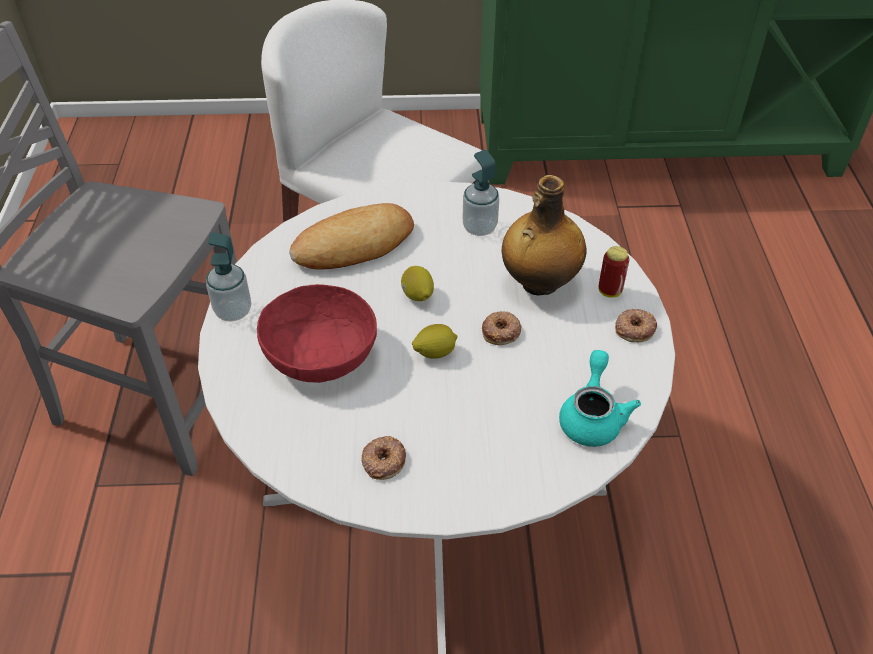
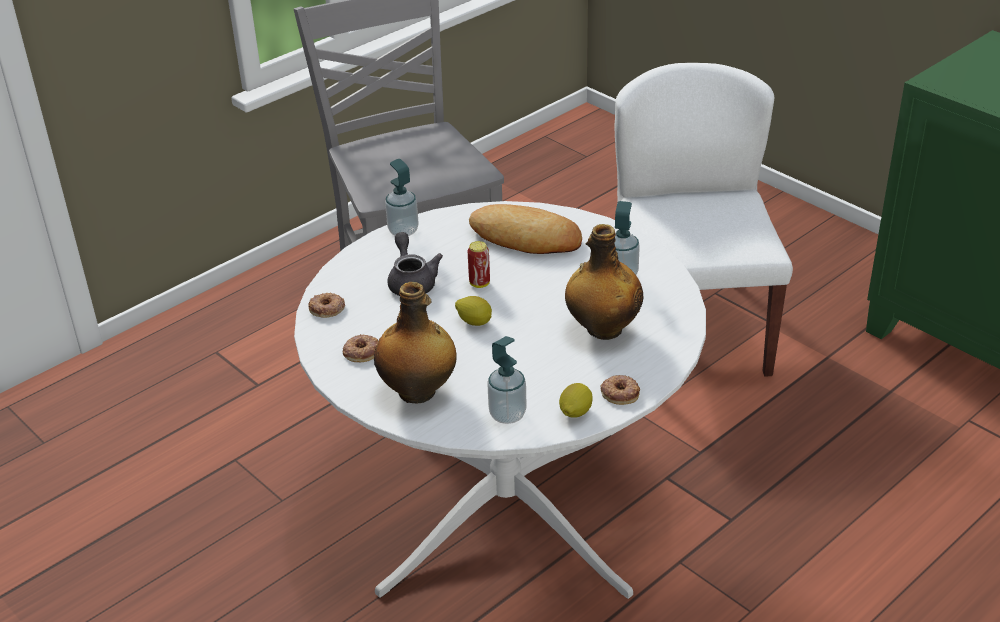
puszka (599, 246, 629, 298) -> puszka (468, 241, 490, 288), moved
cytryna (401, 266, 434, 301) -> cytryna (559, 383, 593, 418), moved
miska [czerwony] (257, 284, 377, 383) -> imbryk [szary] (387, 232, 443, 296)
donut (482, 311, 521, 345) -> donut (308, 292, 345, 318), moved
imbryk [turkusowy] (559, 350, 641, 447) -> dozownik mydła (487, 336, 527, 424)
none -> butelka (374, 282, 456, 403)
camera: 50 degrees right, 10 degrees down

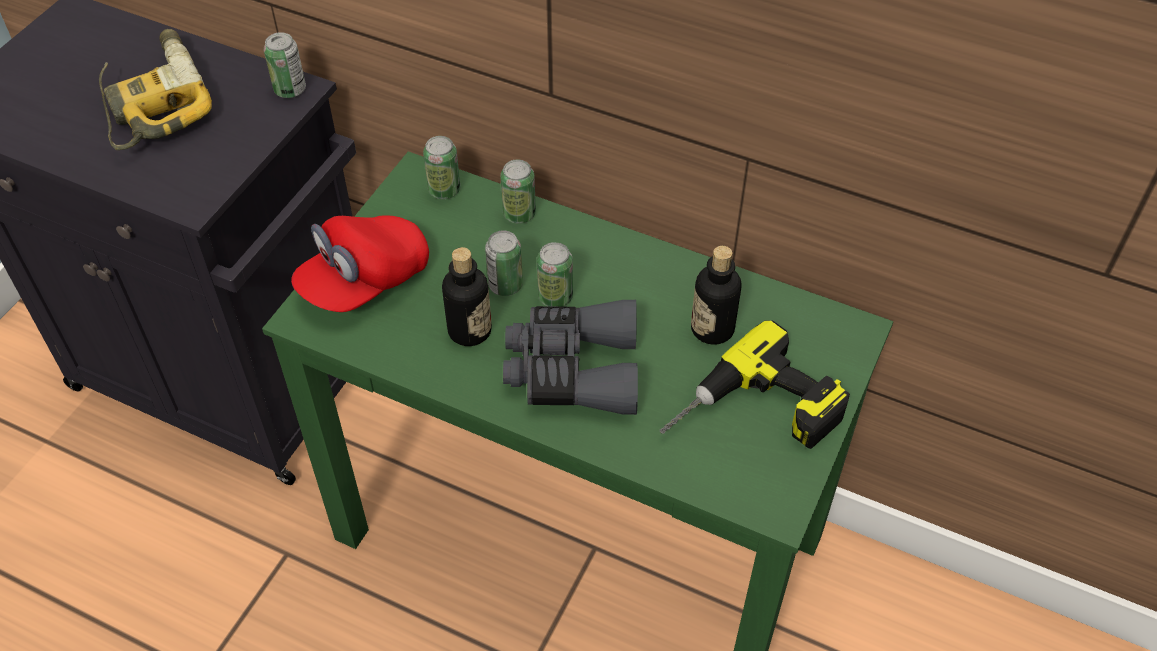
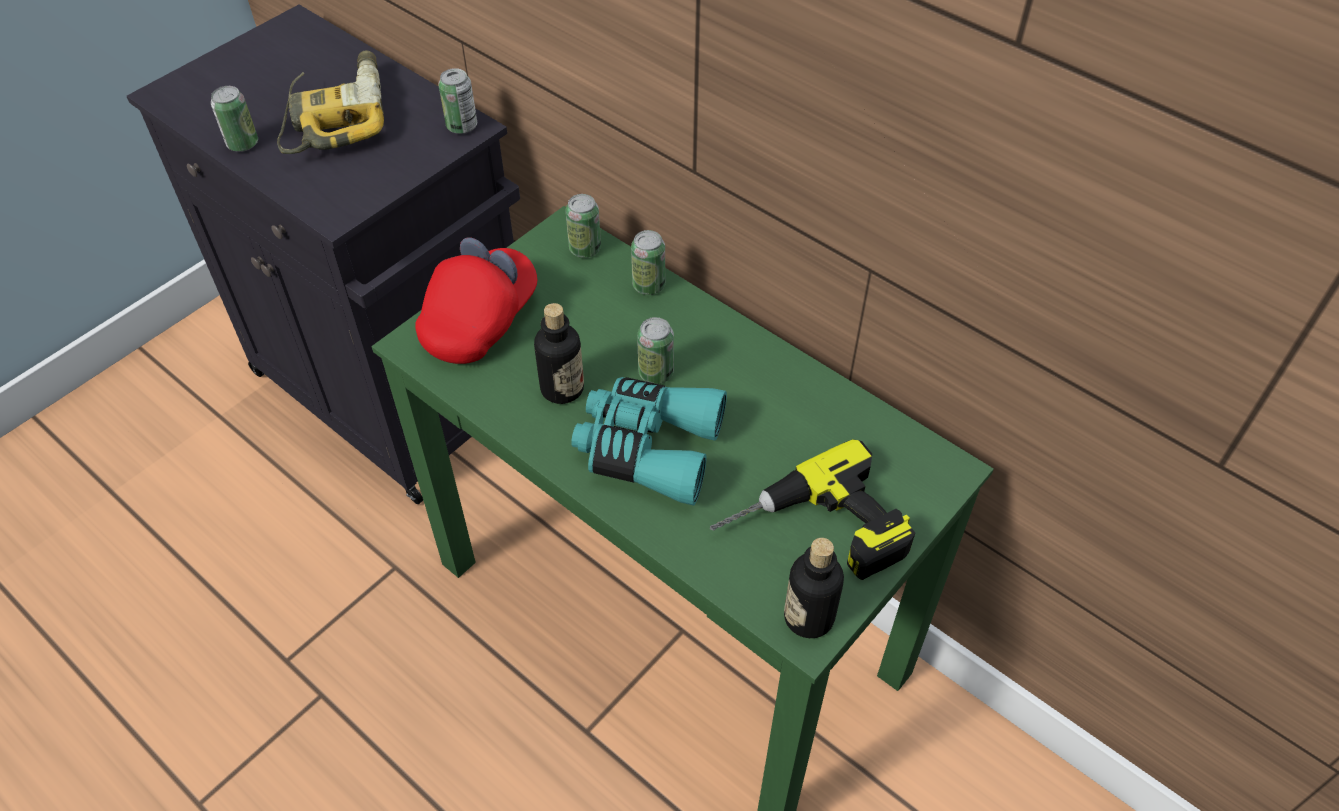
czapka z daszkiem [czerwony] (291, 215, 429, 312) -> czapka z daszkiem [czerwony] (415, 237, 537, 364), 150 degrees clockwise
puszka (485, 230, 523, 296) -> puszka (211, 86, 258, 152), moved
butelka (691, 246, 742, 345) -> butelka (784, 538, 844, 638), moved
lornetka [szary] (503, 300, 638, 415) -> lornetka [turkusowy] (571, 377, 727, 506)
camera: 15 degrees right, 0 degrees up

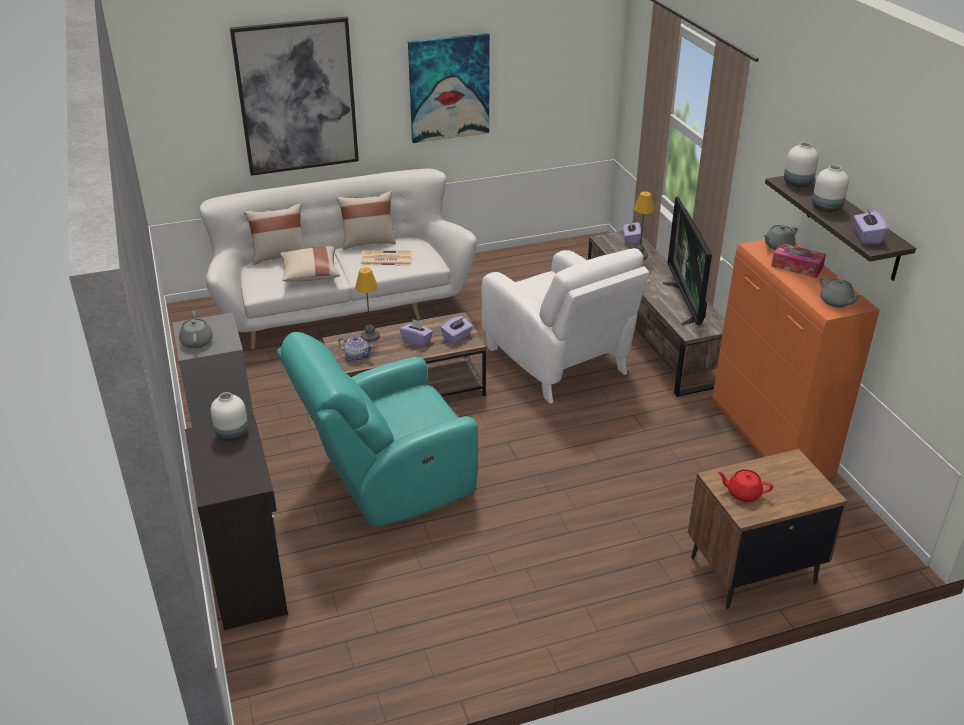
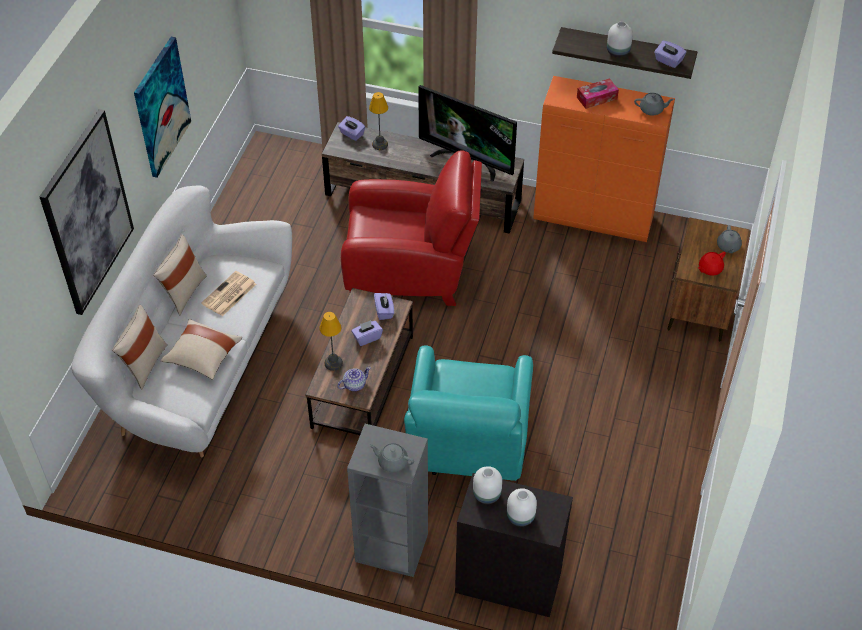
wazon [biały] (784, 142, 818, 187) -> wazon [biały] (507, 488, 537, 527), moved
imbryk [szary] (764, 225, 798, 250) -> imbryk [szary] (717, 225, 742, 253), moved
fotel [biały] (481, 248, 649, 404) -> fotel [czerwony] (341, 150, 482, 306)
camera: 55 degrees left, 15 degrees up

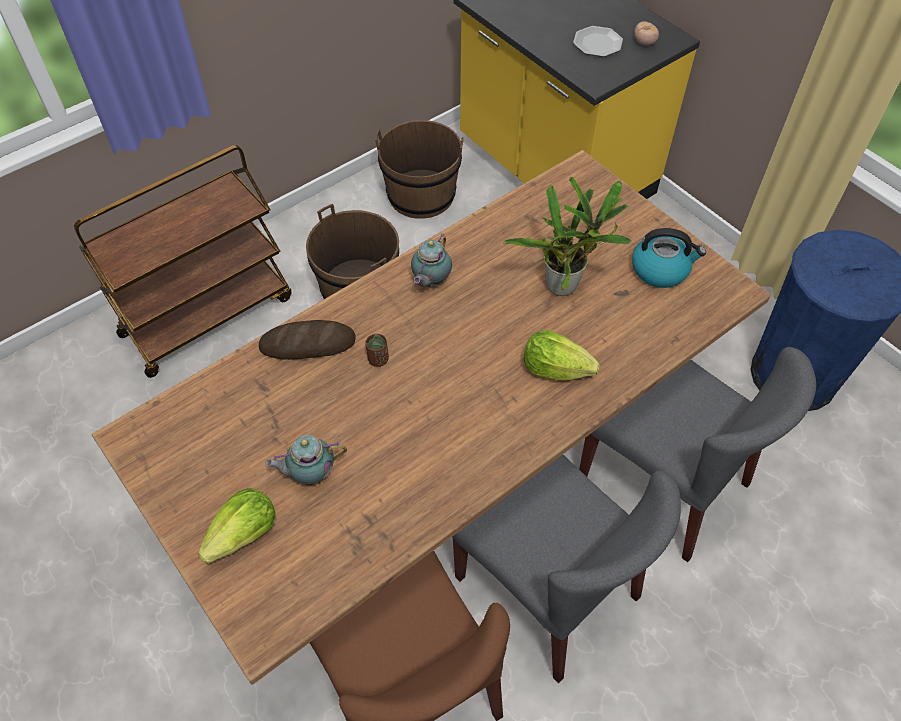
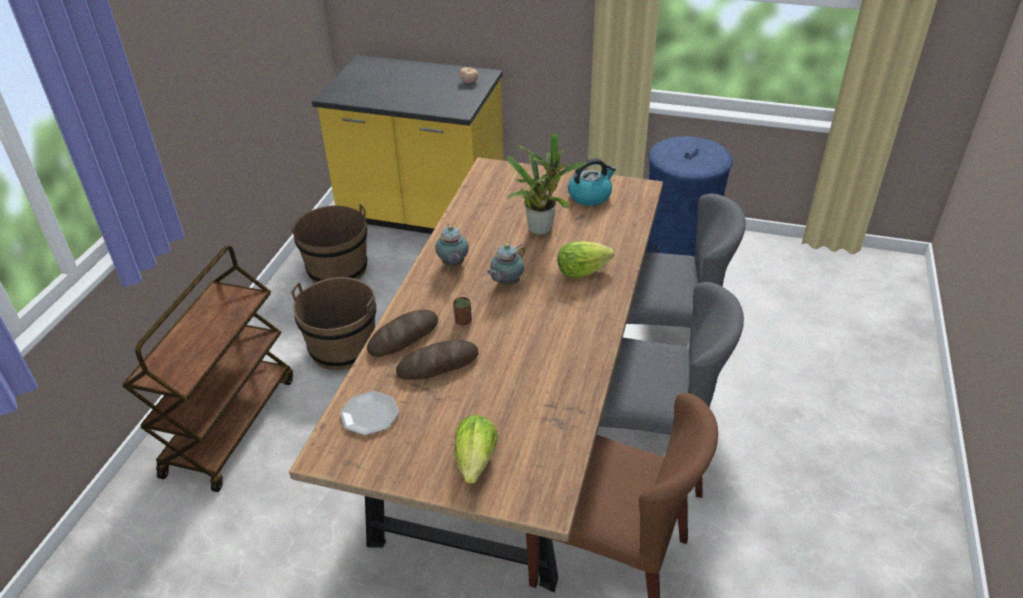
talerz (573, 26, 623, 57) -> talerz (340, 391, 399, 435), moved
imbryk (265, 435, 347, 485) -> imbryk (487, 244, 525, 286), moved
none -> chleb (396, 340, 479, 380)
camera: 35 degrees left, 15 degrees down

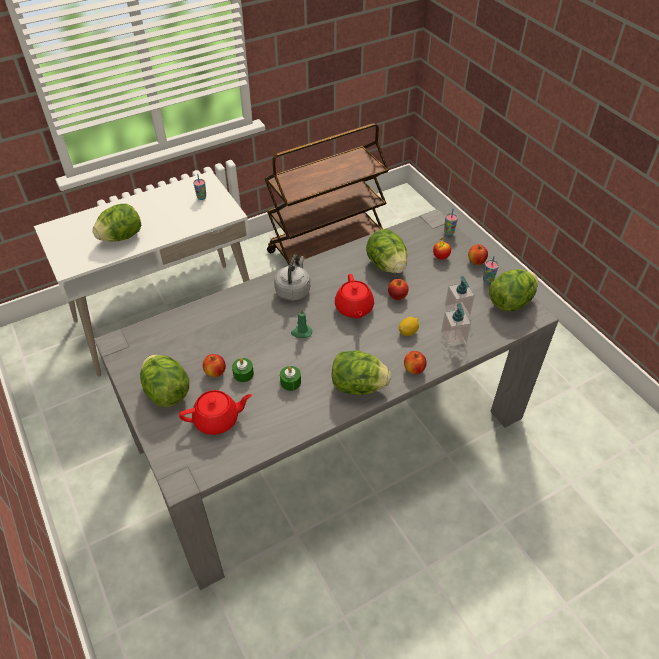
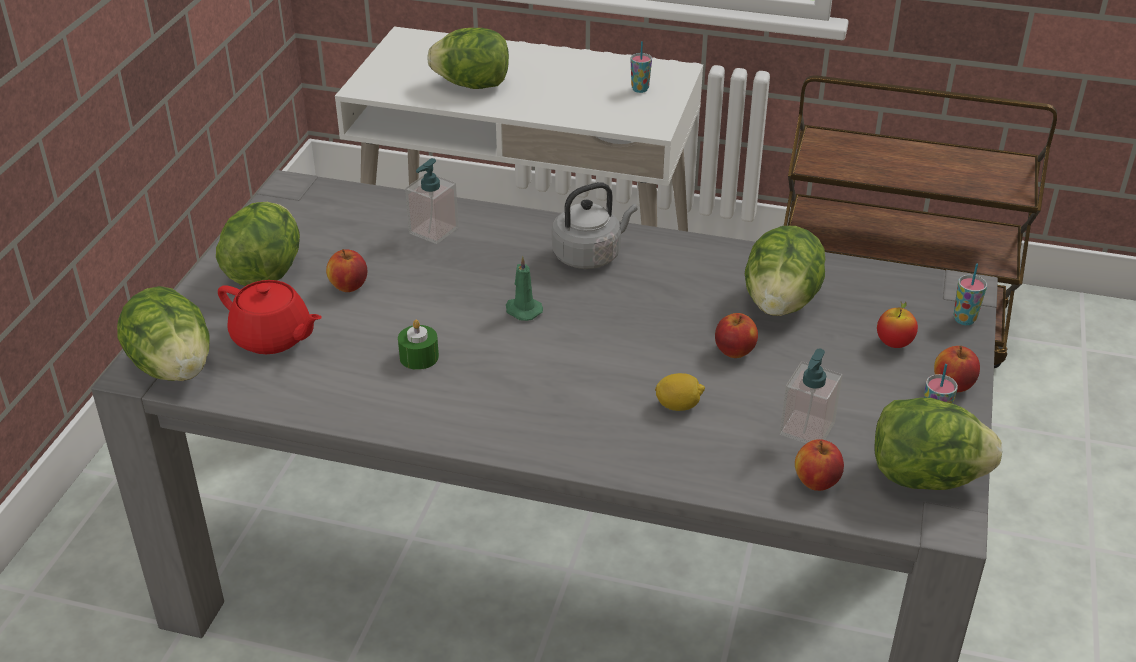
imbryk [czerwony] (335, 274, 374, 319) -> none
dozownik mydła (441, 303, 471, 346) -> dozownik mydła (405, 158, 459, 244), moved
sałata (332, 351, 391, 395) -> sałata (117, 286, 210, 381), moved
jabłko (404, 351, 426, 374) -> jabłko (795, 439, 844, 491), moved
świeca [zielony] (232, 358, 254, 383) -> none
camera: 45 degrees right, 10 degrees down

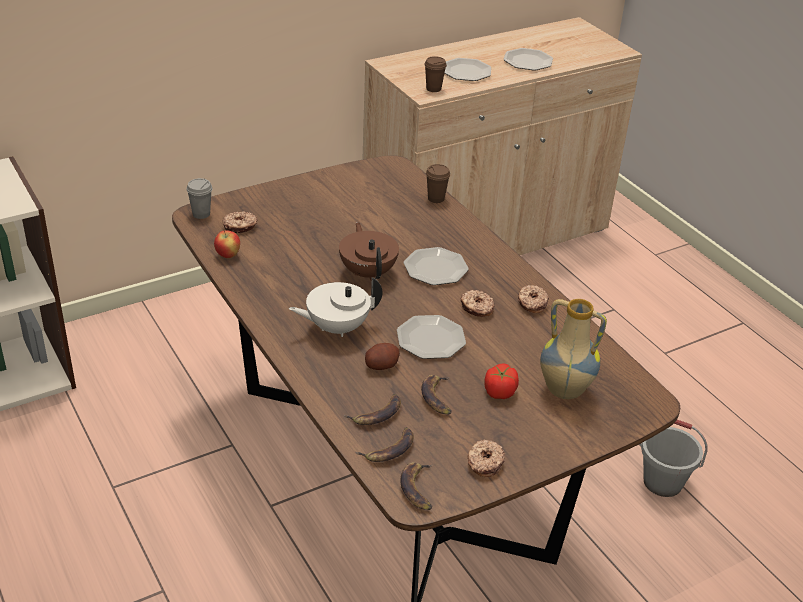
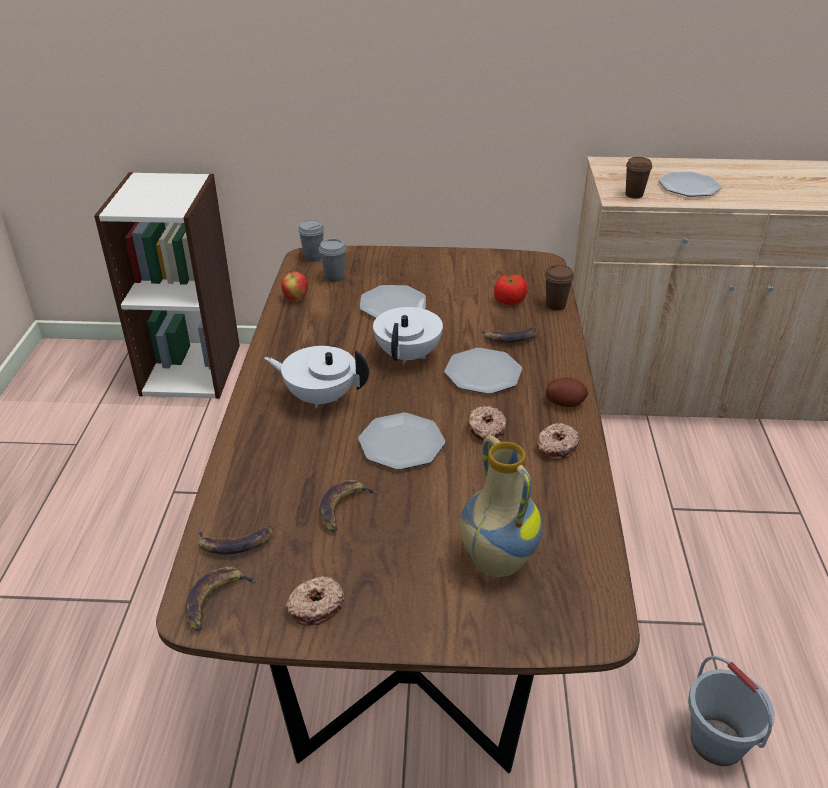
talerz (503, 48, 553, 71) -> talerz (360, 285, 426, 318), moved
donut (223, 211, 258, 233) -> filiżanka [szary] (319, 238, 346, 282)
imbryk [brązowy] (339, 222, 399, 281) -> imbryk [biały] (373, 298, 443, 364)
ziemniak (365, 343, 400, 370) -> ziemniak (546, 377, 588, 407), moved
pomidor (484, 363, 519, 399) -> pomidor (494, 275, 527, 305), moved
banan (344, 394, 401, 425) -> banan (480, 327, 538, 343), moved
camera: 35 degrees right, 0 degrees up

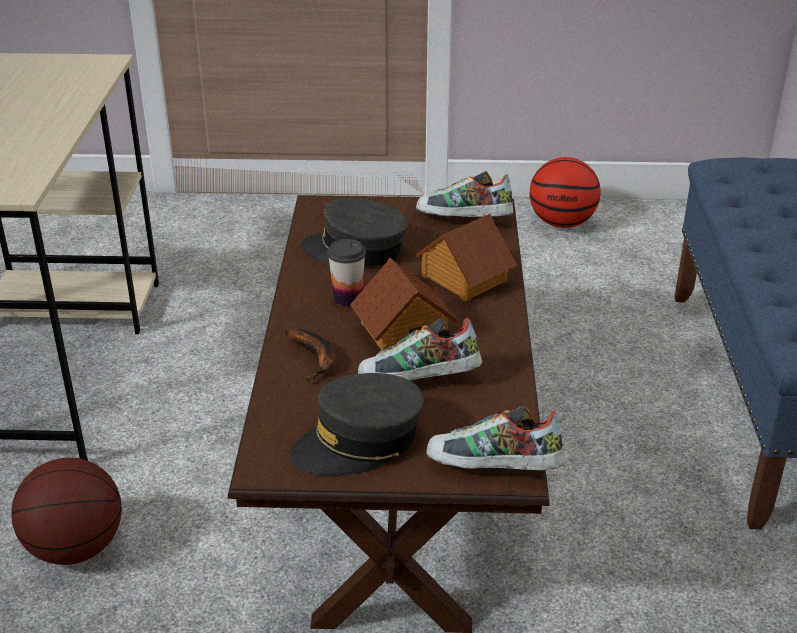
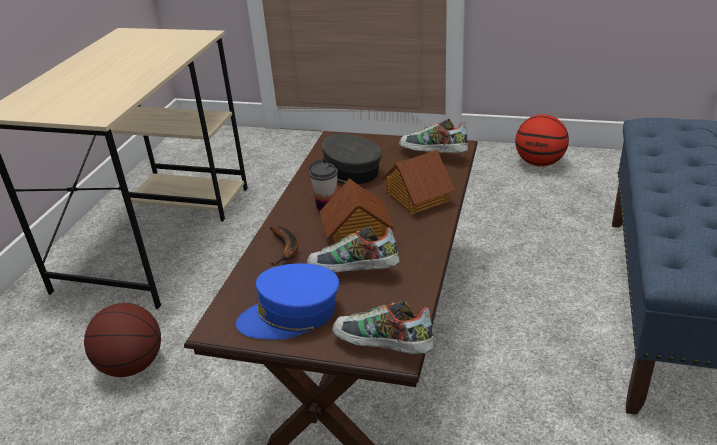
czapka z daszkiem [szary] (289, 373, 424, 475) -> czapka z daszkiem [niebieski] (236, 263, 339, 340)
camera: 15 degrees right, 0 degrees up

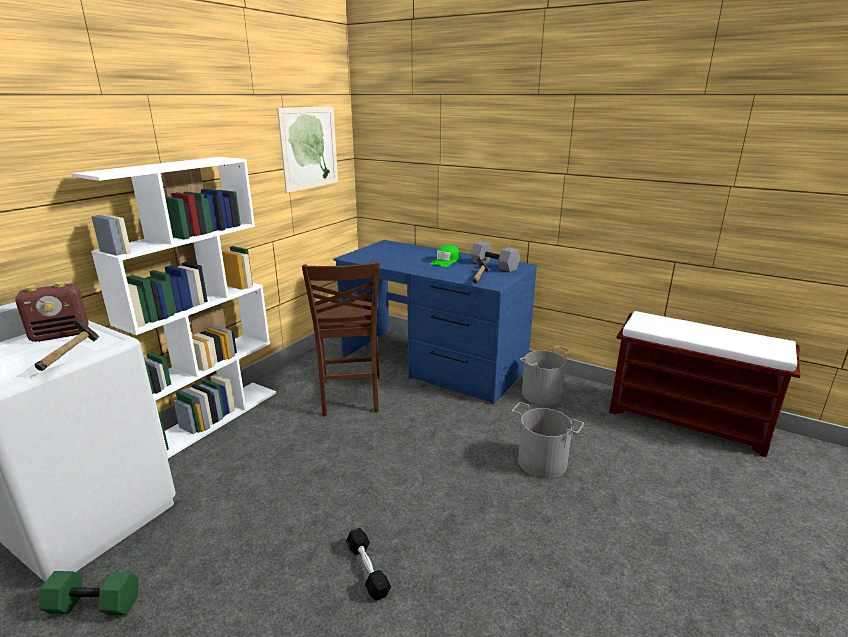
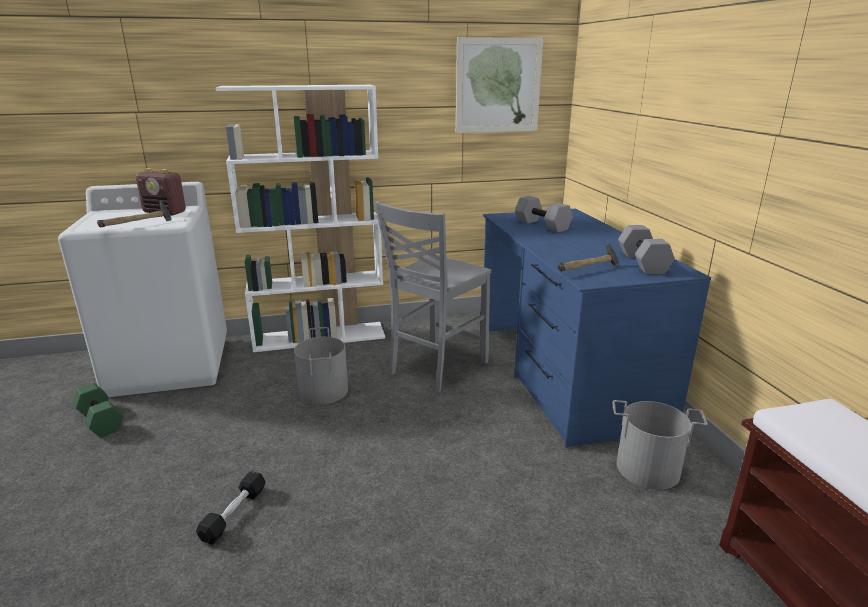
czapka z daszkiem [zielony] (430, 245, 460, 267) -> none
krzesło [brązowy] (302, 261, 380, 416) -> krzesło [szary] (375, 201, 491, 393)
wiadro [szary] (512, 402, 584, 479) -> wiadro [szary] (294, 327, 348, 405), moved
none -> hantel [szary] (515, 196, 573, 232)
camera: 45 degrees right, 0 degrees up

